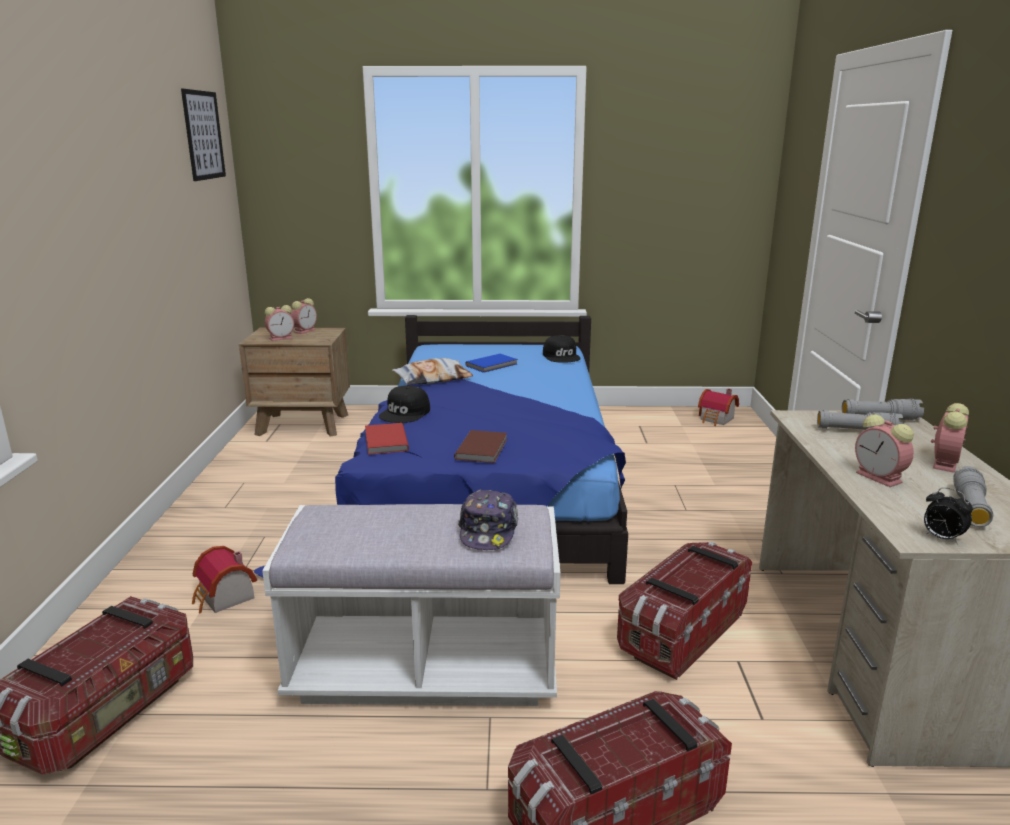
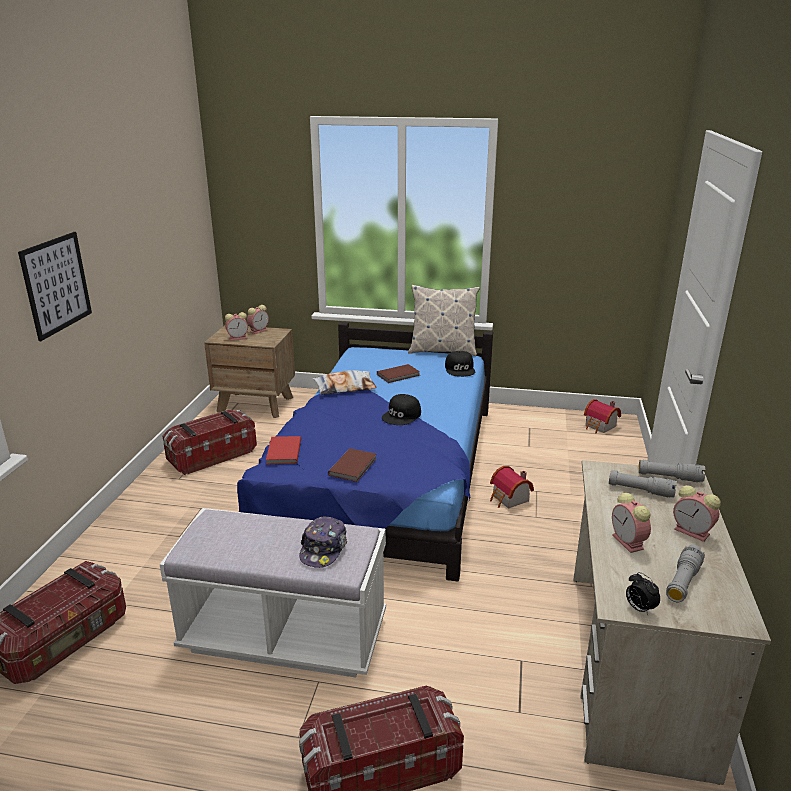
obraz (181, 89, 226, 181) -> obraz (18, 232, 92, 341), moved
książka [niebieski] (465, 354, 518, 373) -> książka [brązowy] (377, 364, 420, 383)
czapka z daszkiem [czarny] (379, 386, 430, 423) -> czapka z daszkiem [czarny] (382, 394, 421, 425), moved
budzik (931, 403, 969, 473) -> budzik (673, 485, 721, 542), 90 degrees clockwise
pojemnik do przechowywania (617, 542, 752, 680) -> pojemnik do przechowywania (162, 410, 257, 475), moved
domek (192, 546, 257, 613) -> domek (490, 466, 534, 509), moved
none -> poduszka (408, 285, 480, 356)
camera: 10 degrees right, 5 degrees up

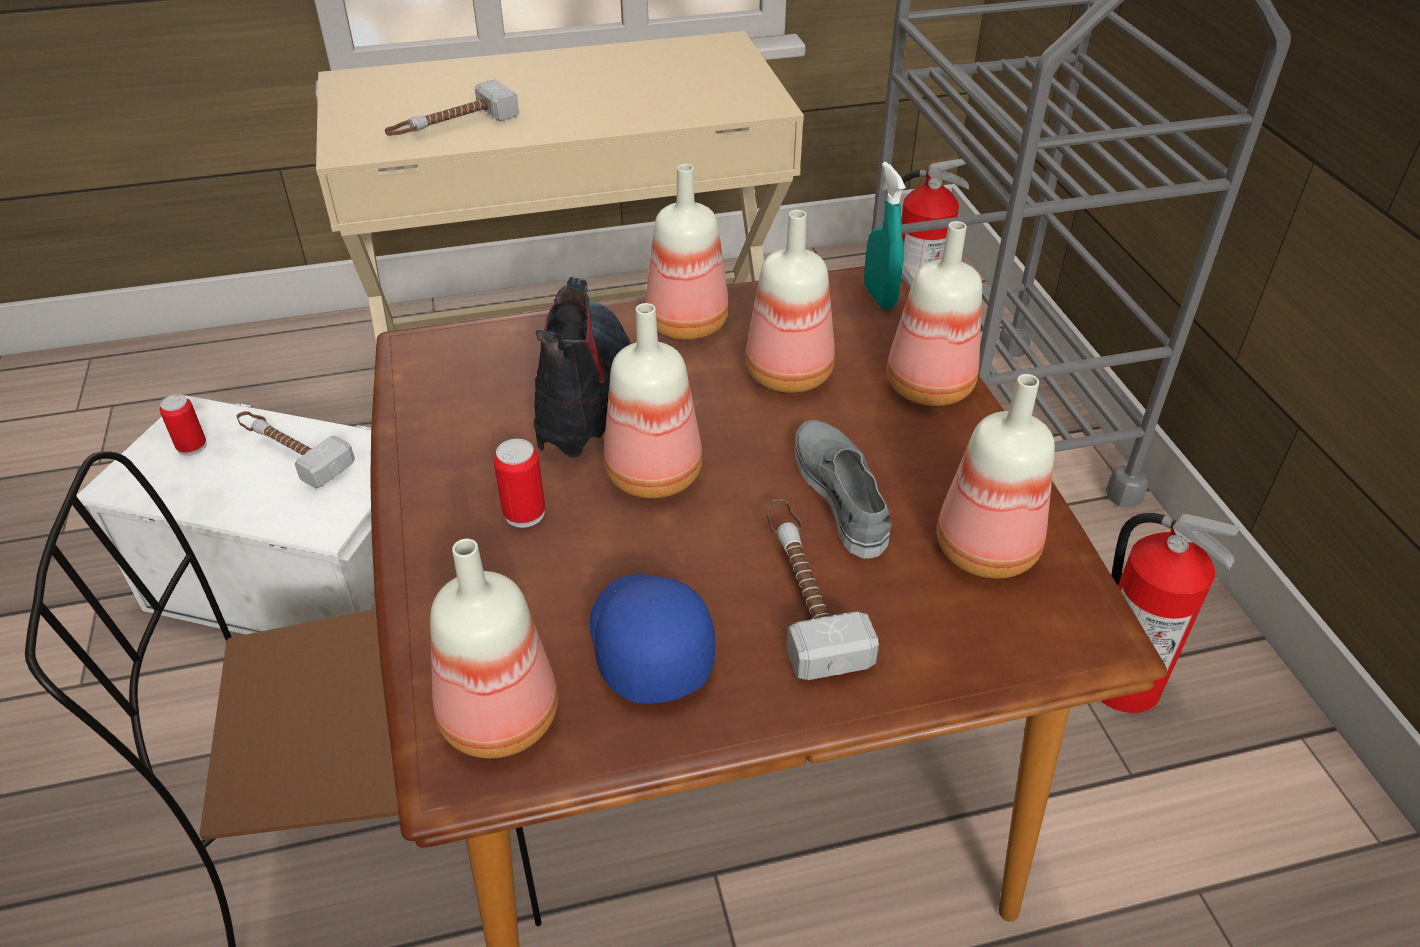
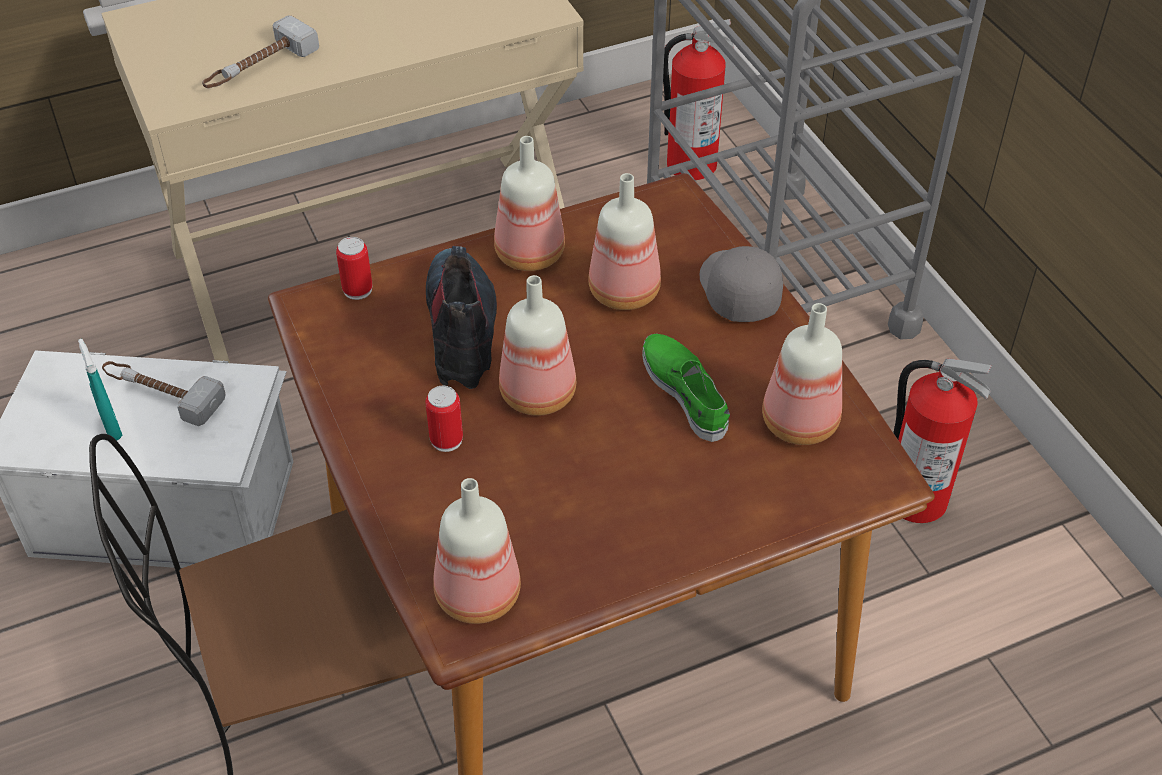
spryskiwacz [turkusowy] (864, 162, 906, 310) -> spryskiwacz [turkusowy] (78, 339, 122, 440), moved
butelka (887, 221, 982, 406) -> czapka z daszkiem [szary] (700, 246, 783, 322)
puszka (160, 394, 207, 456) -> puszka (336, 237, 372, 300), moved
but [szary] (795, 420, 892, 559) -> but [zielony] (642, 334, 730, 442)
młotek (767, 499, 879, 680) -> none
czapka z daszkiem [niebieski] (590, 574, 715, 704) -> none
camera: 10 degrees left, 5 degrees up

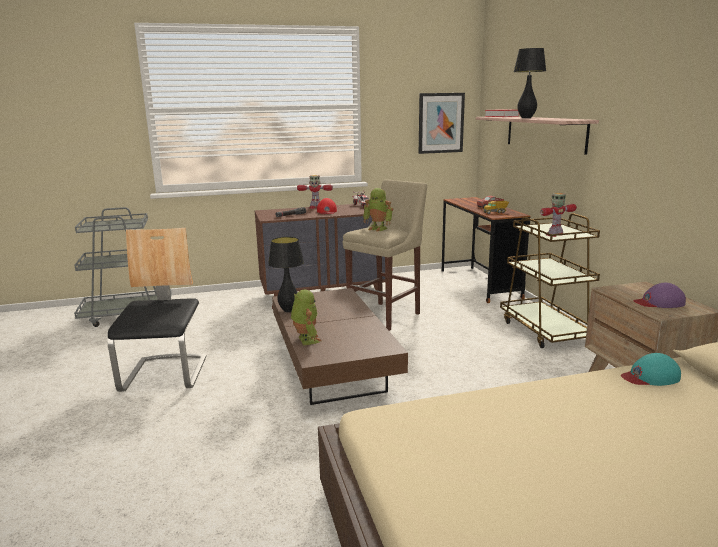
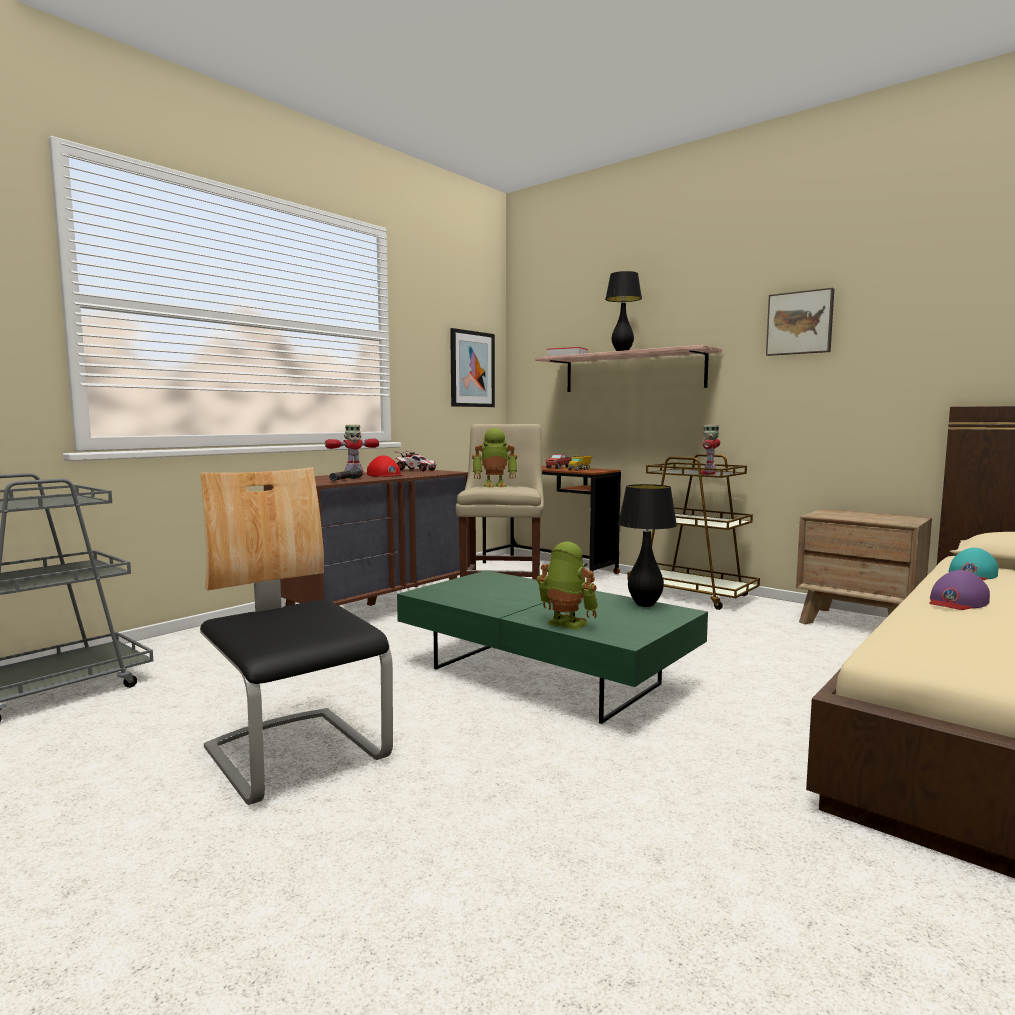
lampa stołowa [czarny] (268, 237, 304, 312) -> lampa stołowa [czarny] (618, 484, 677, 607), moved
czapka z daszkiem [fioletowy] (633, 283, 686, 308) -> czapka z daszkiem [fioletowy] (929, 570, 990, 610), moved
ława [brązowy] (272, 288, 408, 405) -> ława [zielony] (397, 570, 708, 724)
none -> obraz (766, 288, 834, 356)
camera: 35 degrees left, 10 degrees down

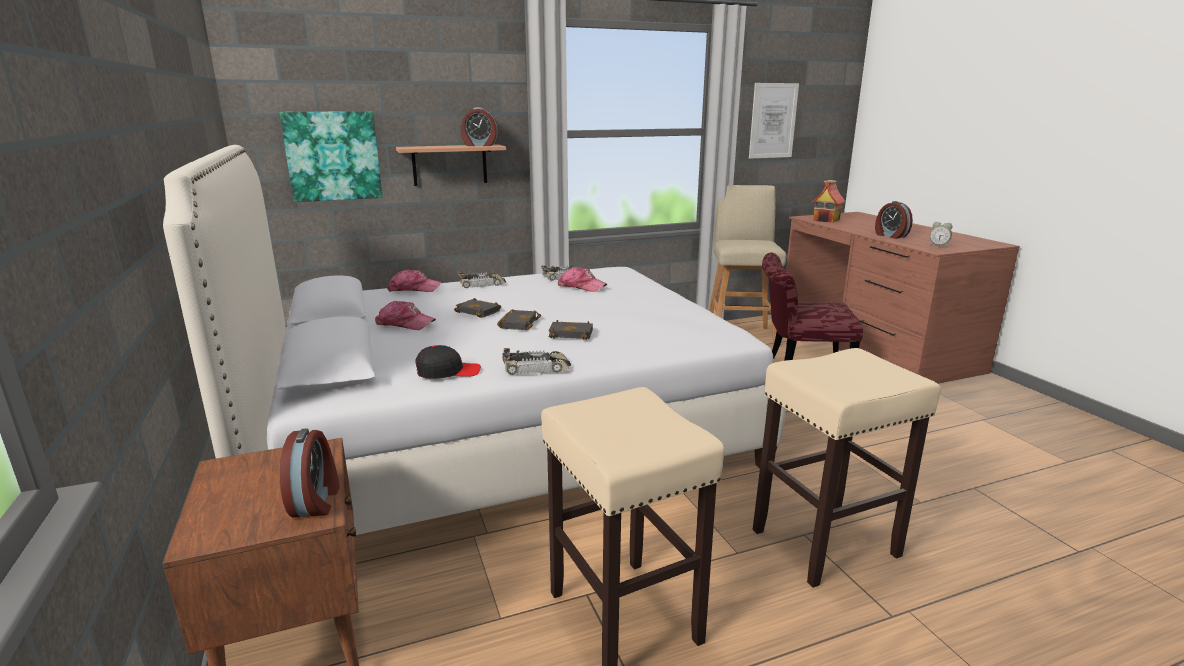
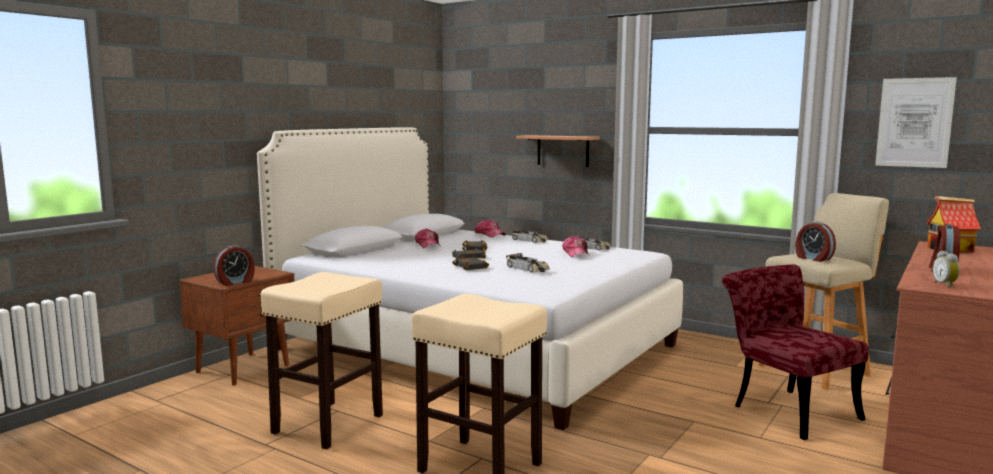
budzik (461, 107, 498, 146) -> budzik (795, 221, 836, 262), moved
obraz (280, 111, 383, 202) -> none
czapka z daszkiem [czarny] (415, 345, 481, 379) -> none
samochodzik (502, 348, 571, 375) -> samochodzik (506, 253, 550, 272), moved
camera: 55 degrees right, 10 degrees down

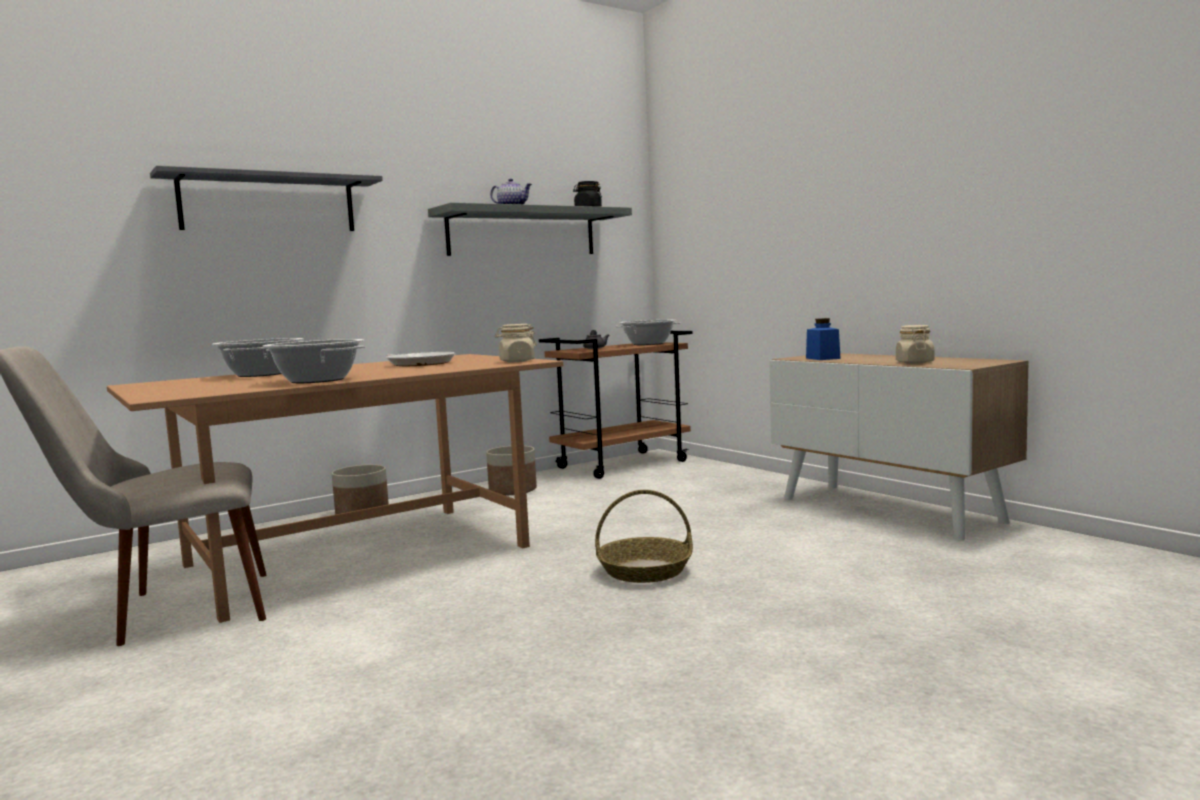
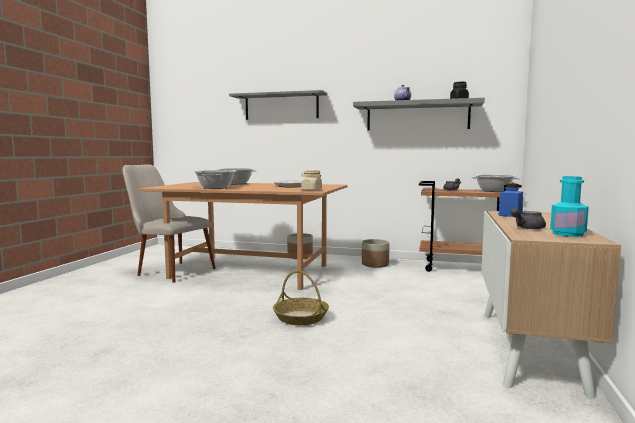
słoik [beżowy] (896, 325, 934, 364) -> imbryk [szary] (511, 208, 546, 229)
none -> butelka [turkusowy] (550, 176, 589, 237)
camera: 50 degrees right, 0 degrees up

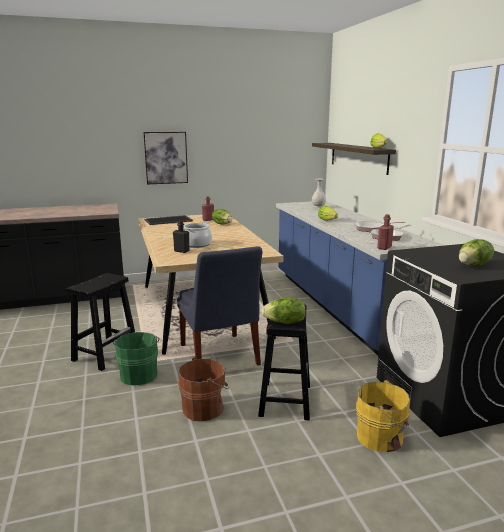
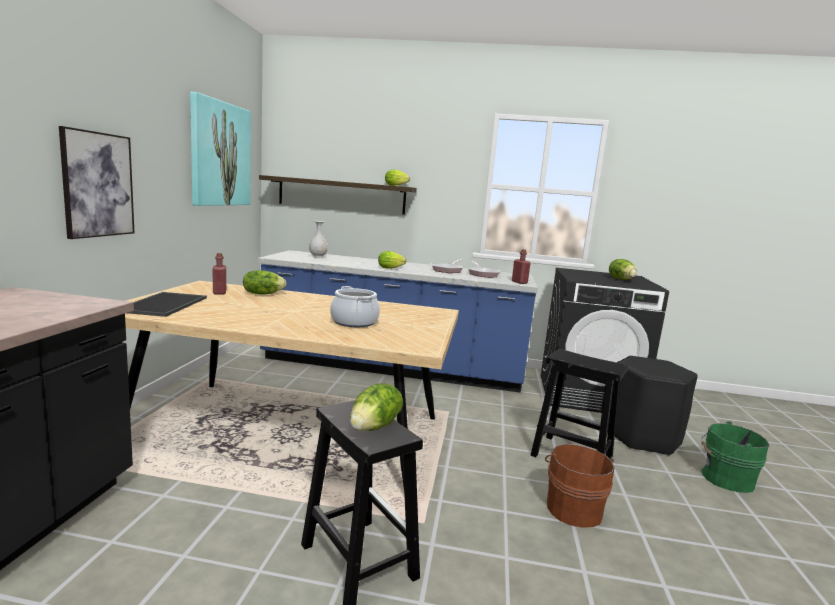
butelka [czarny] (173, 221, 190, 253) -> none
krzesło [niebieski] (177, 246, 263, 366) -> none
sałata (261, 298, 306, 324) -> sałata (350, 383, 403, 431), moved
wiadro [zielony] (113, 332, 159, 385) -> wiadro [zielony] (701, 421, 769, 493), moved
wiadro [żółty] (356, 380, 410, 452) -> stołek [czarny] (615, 356, 698, 456)
none -> obraz (190, 92, 251, 206)
camera: 65 degrees left, 5 degrees down

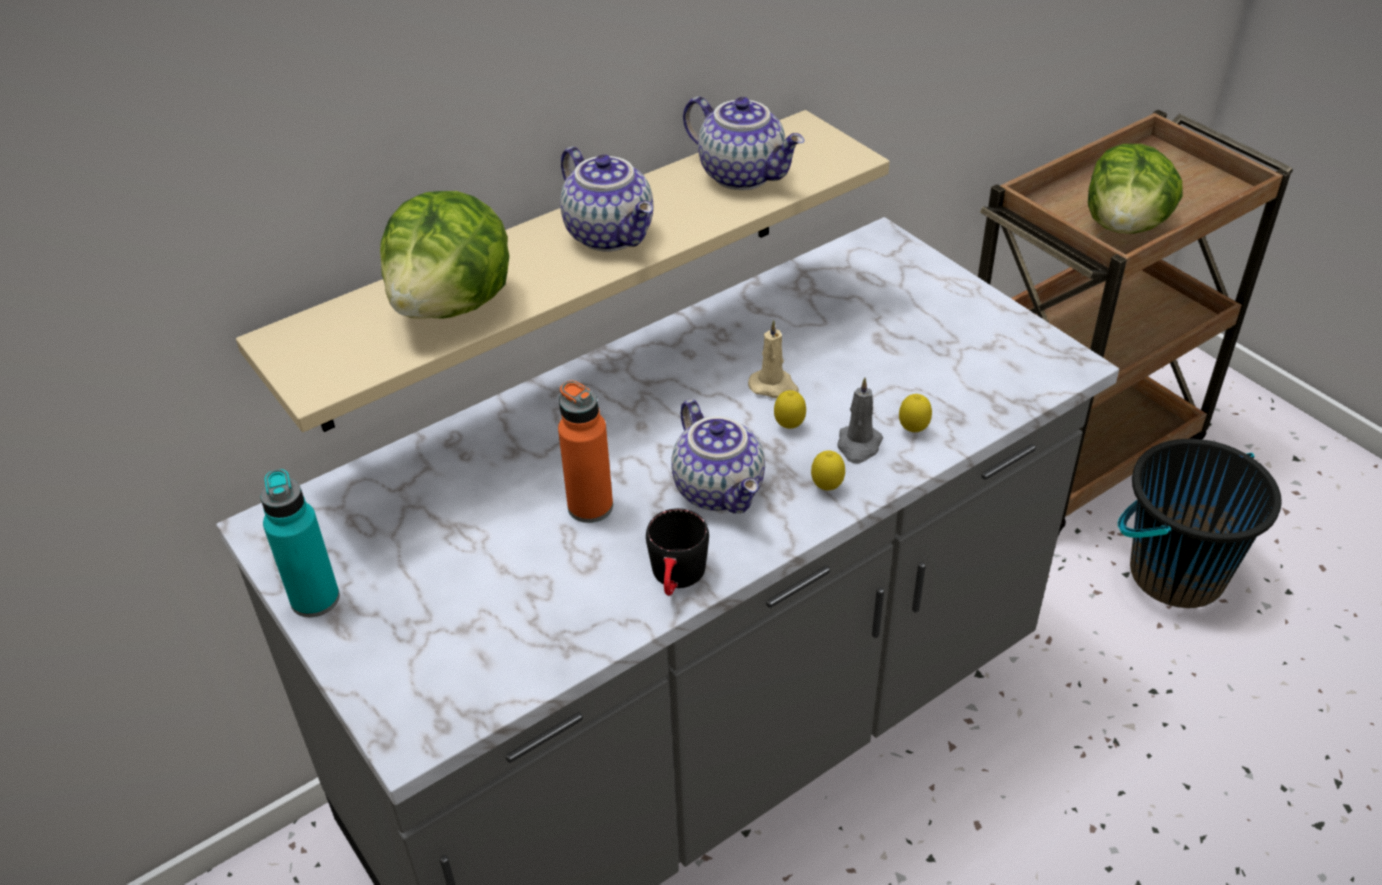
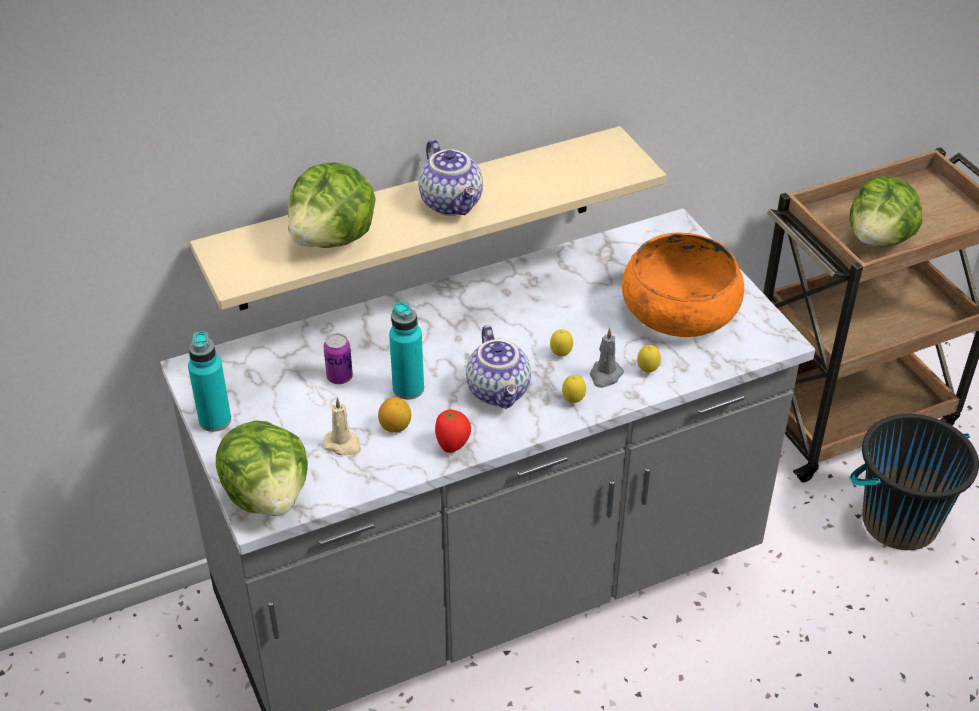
imbryk (683, 96, 804, 190) -> none
świeca [beżowy] (748, 320, 799, 398) -> świeca [beżowy] (323, 397, 361, 455), moved
butelka [pomarańczowy] (558, 381, 613, 523) -> butelka [turkusowy] (389, 301, 424, 399)
kubek [czarny] (646, 508, 709, 596) -> pomidor (435, 409, 471, 453)
none -> miska [pomarańczowy] (622, 232, 744, 337)
none -> puszka (323, 333, 353, 384)
none -> cytryna (378, 398, 411, 433)
none -> sałata (216, 421, 308, 516)
camera: 10 degrees right, 0 degrees up

